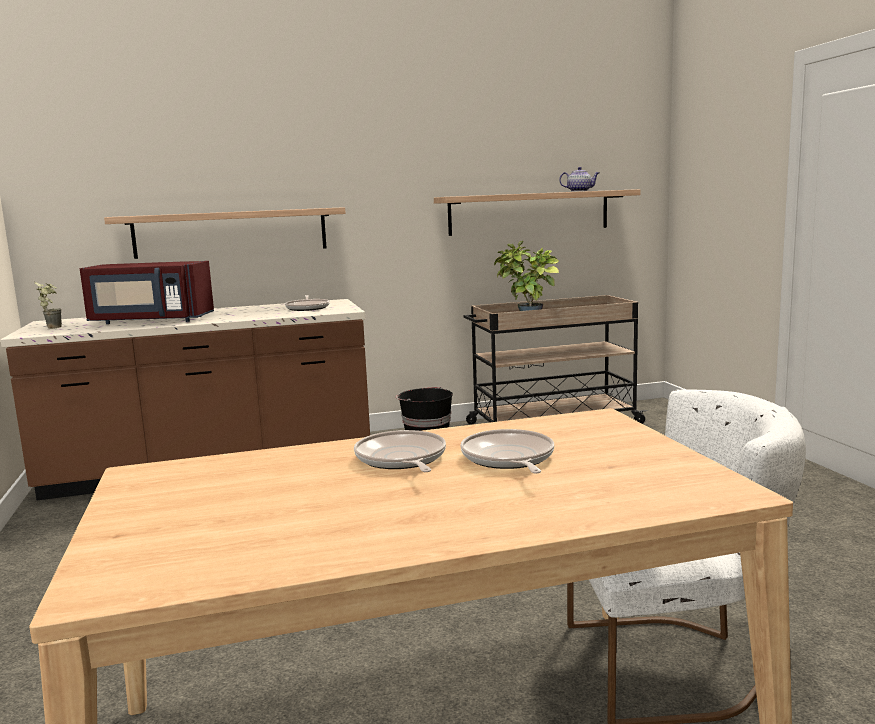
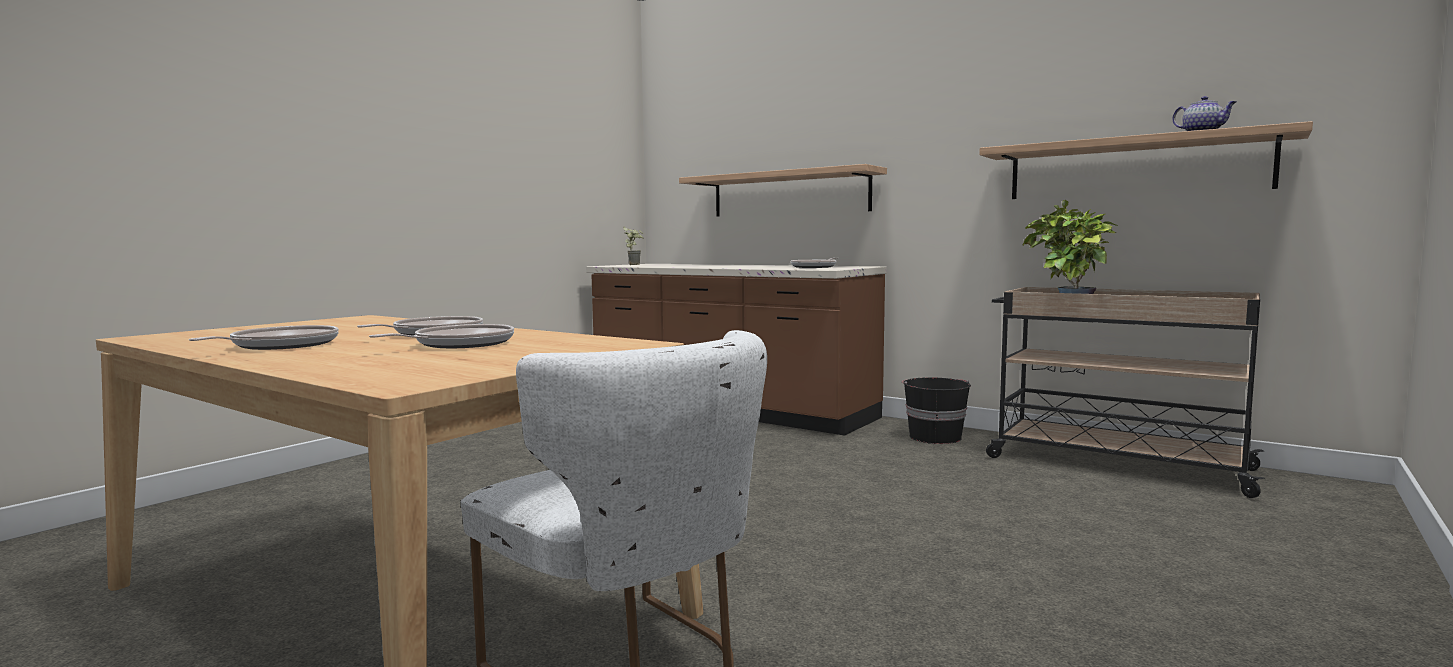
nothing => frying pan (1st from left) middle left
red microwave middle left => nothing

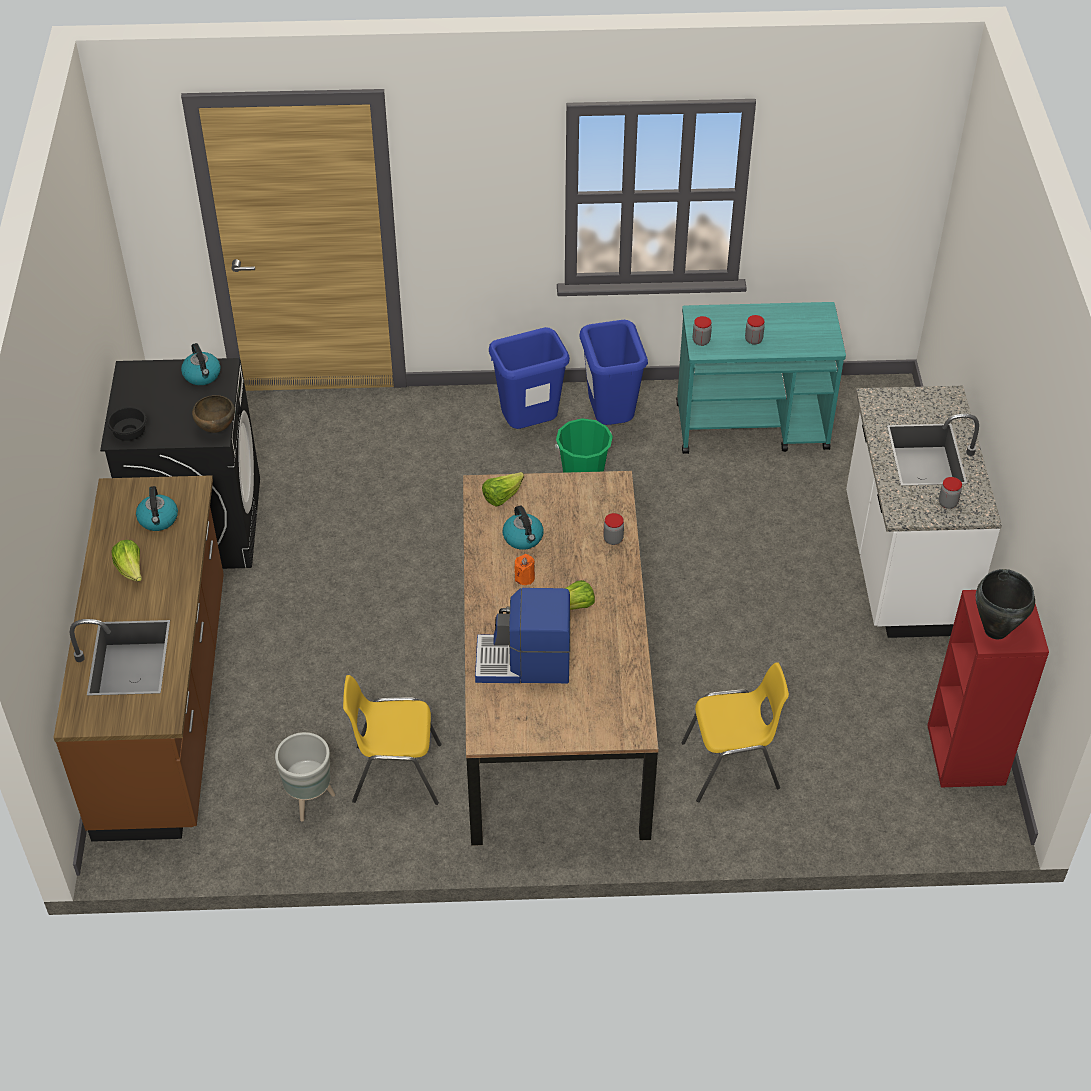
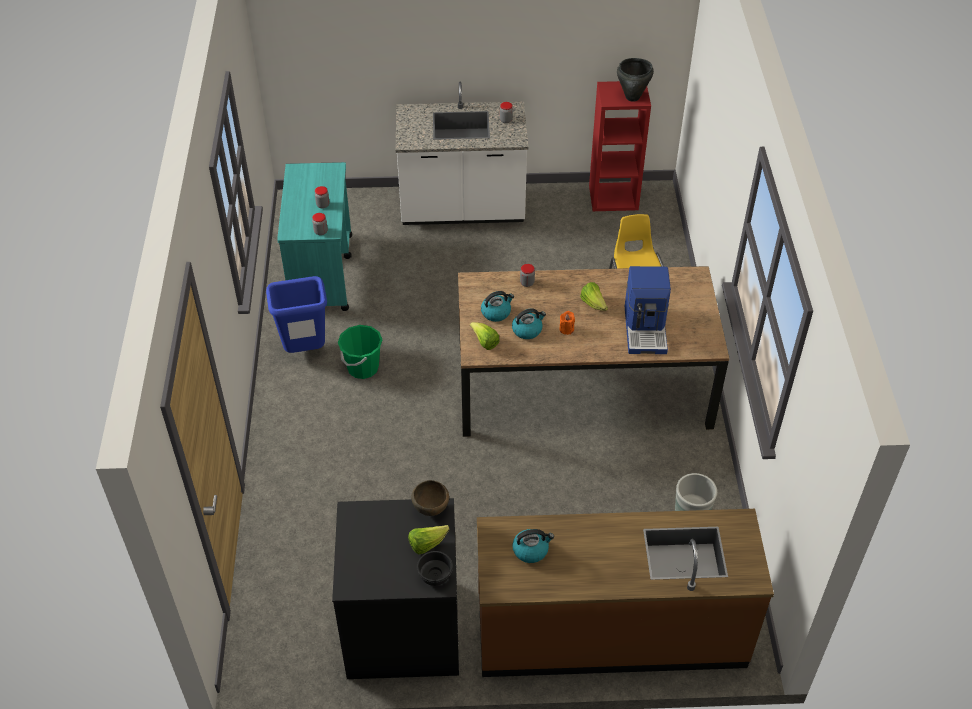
lettuce (1st from left) middle left => lettuce (1st from left) bottom centre, moved
kettle (2nd from left in the first image) middle left => kettle (1st from left) centre, moved
yellow chair (1st from left) bottom centre => nothing
blue trash can (1st from left) centre => nothing

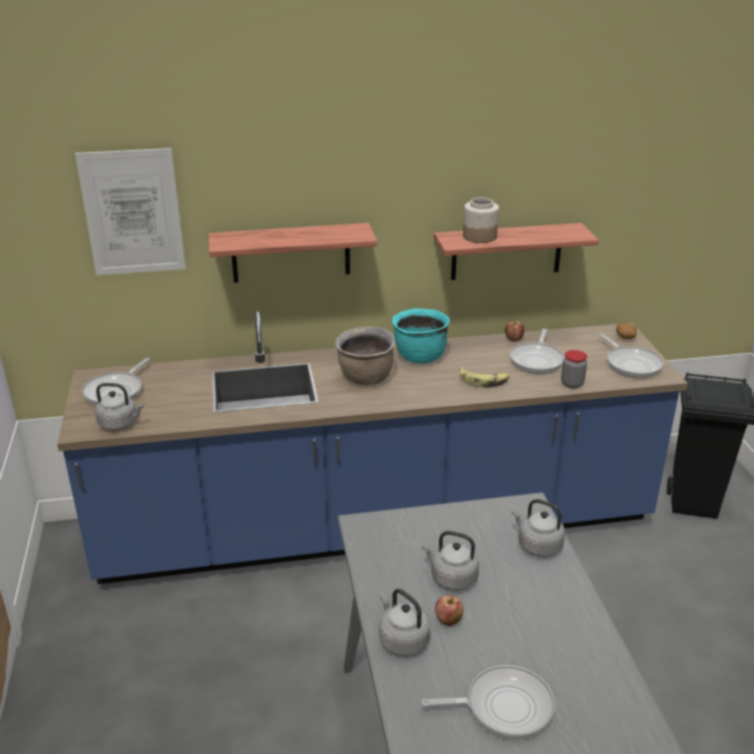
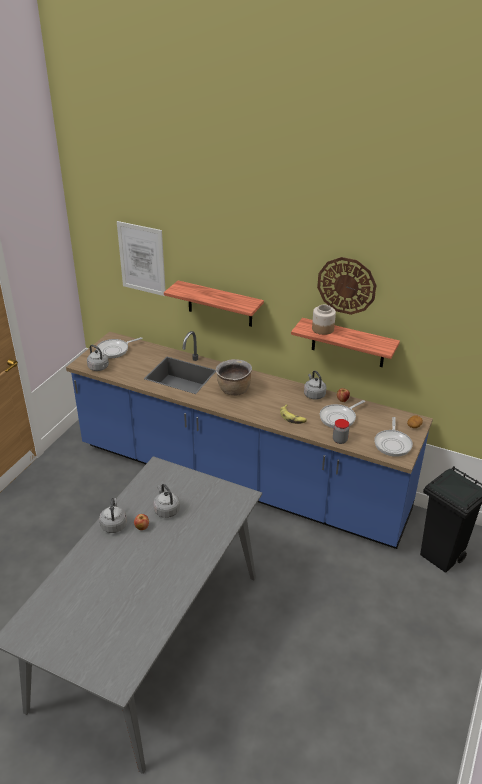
grey kettle (4th from left) bottom right => grey kettle (4th from left) centre, moved
nothing => wall clock middle right
turquoise cooking pot centre => nothing
frying pan (2nd from left) bottom centre => nothing

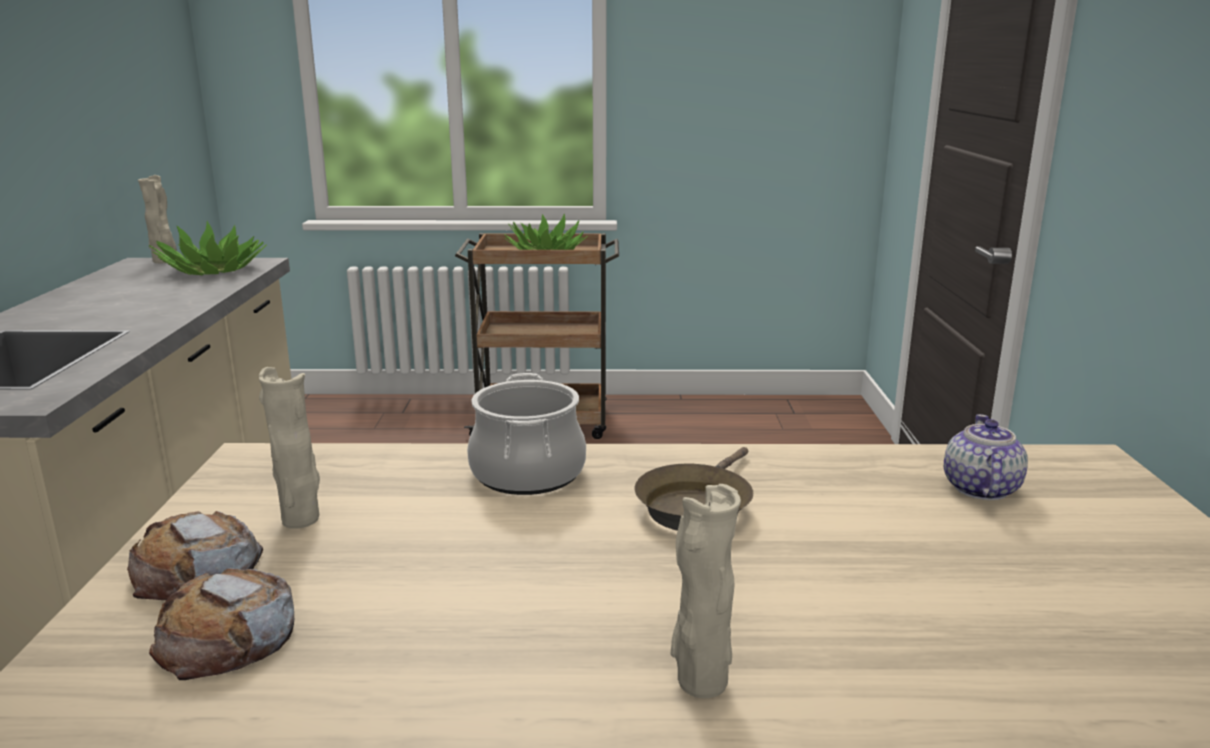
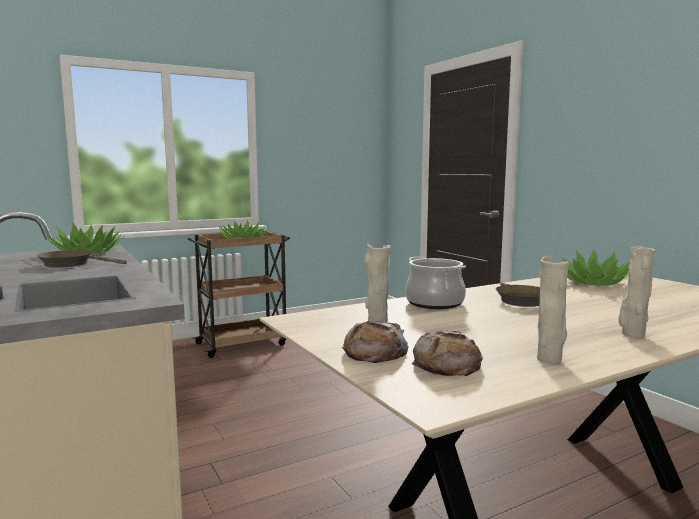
nothing => brown frying pan (1st from left) middle left
beige vase (1st from left in the first image) top left => beige vase (2nd from left) middle right, moved
teapot middle right => potted plant (3rd from left) middle right

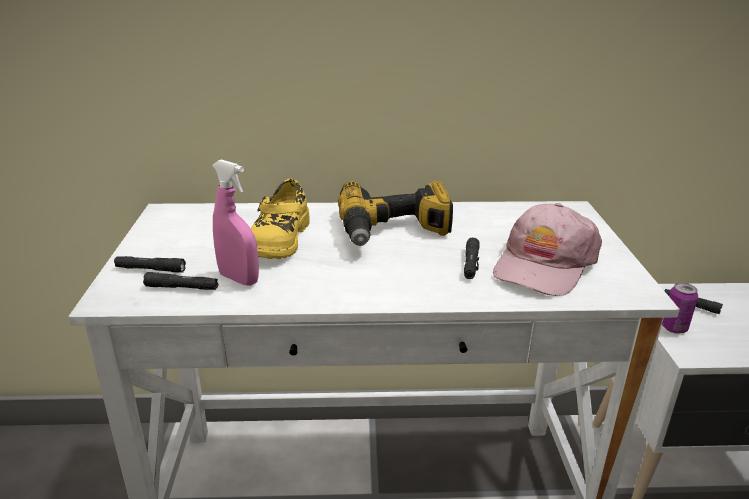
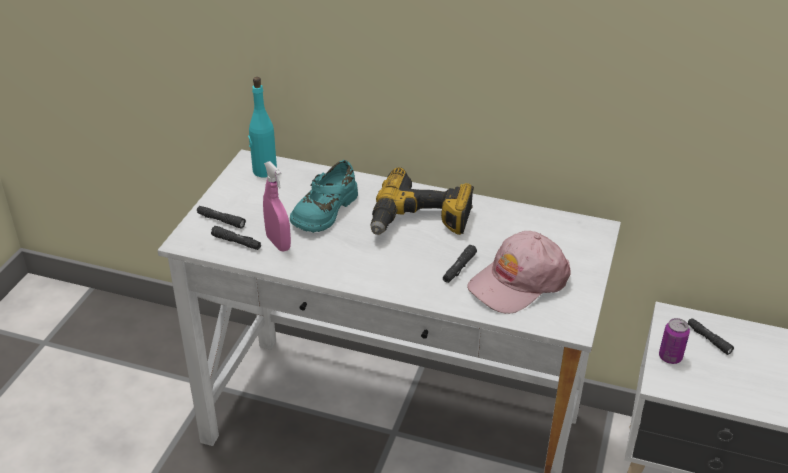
nothing => turquoise bottle top left
yellow shoe centre => turquoise shoe centre

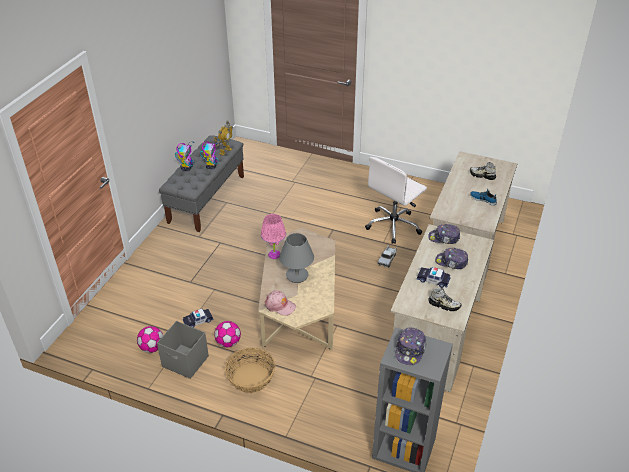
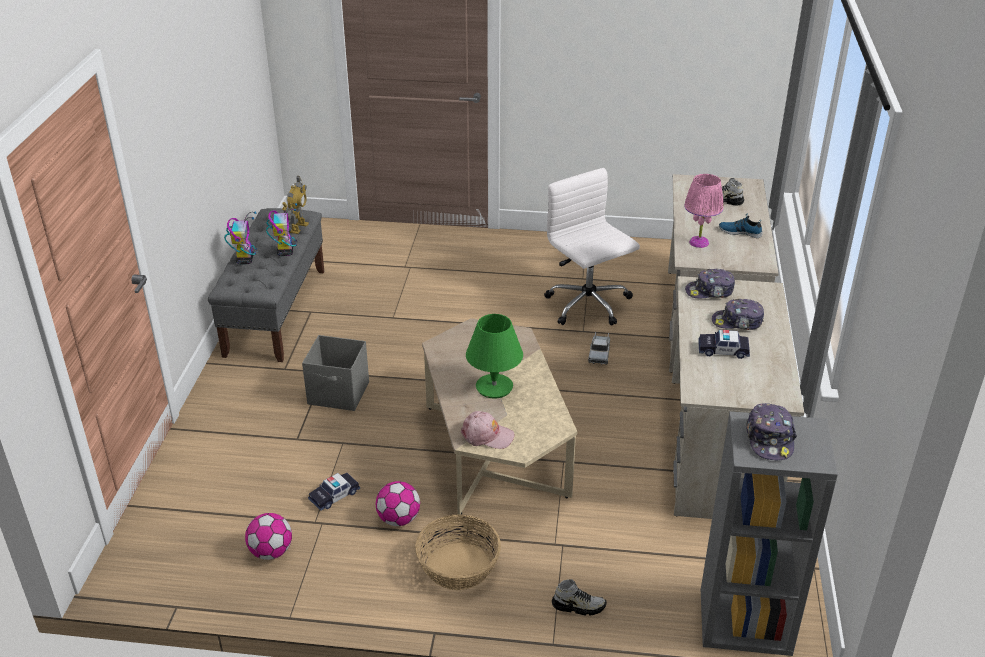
grey storage box bottom left => grey storage box centre, moved
grey table lamp centre => green table lamp centre
white office chair centre, 120 degrees clockwise
shoe (1st from left) middle right => shoe (1st from left) bottom centre, moved
pink table lamp centre => pink table lamp top right, moved

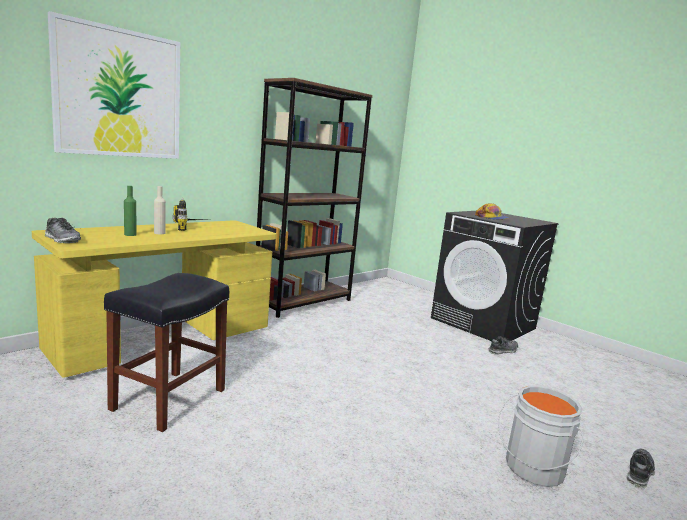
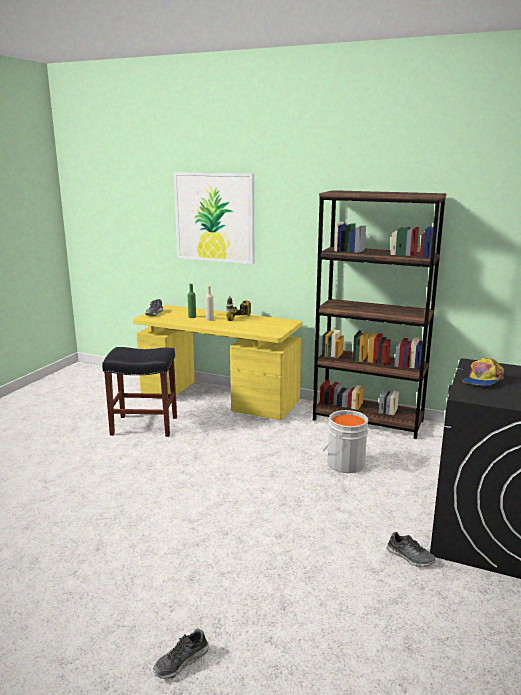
shoe (3rd from left in the first image) bottom right => shoe (2nd from left) bottom centre, 120 degrees clockwise
grey bucket bottom right => grey bucket centre, moved

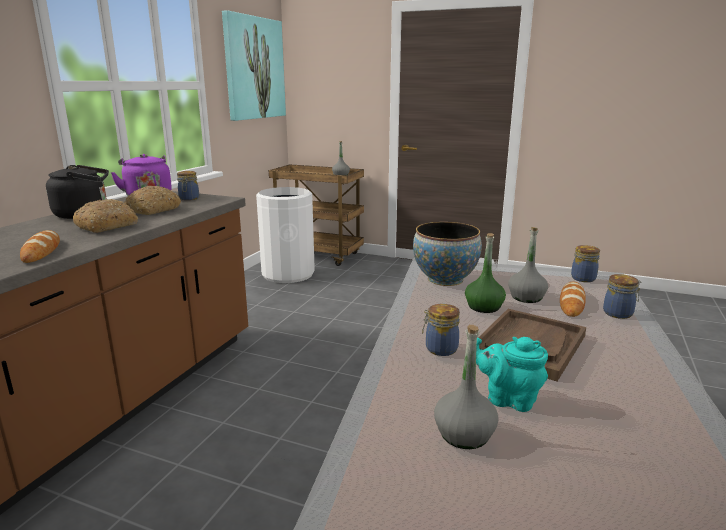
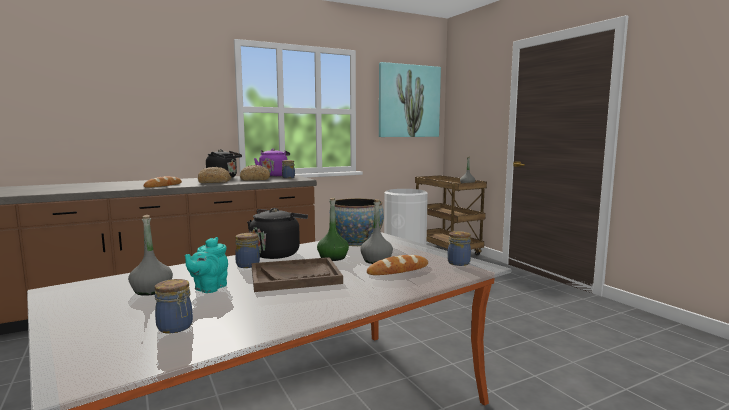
jar (4th from left in the first image) middle right => jar (1st from left) bottom left, moved
turquoise teapot bottom right => turquoise teapot middle left, 135 degrees counterclockwise
nothing => black kettle (2nd from left) centre

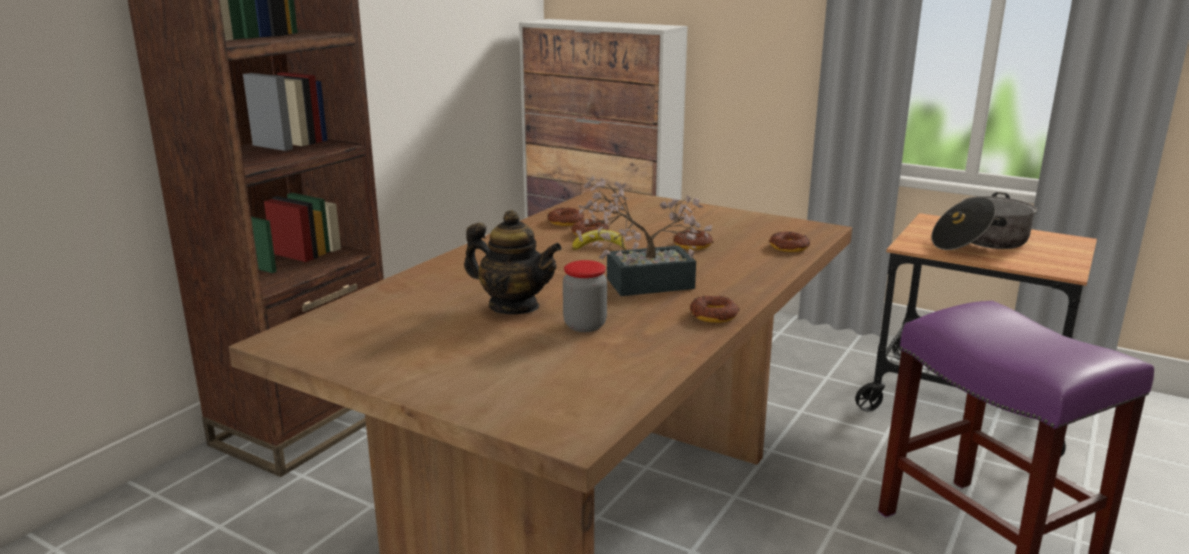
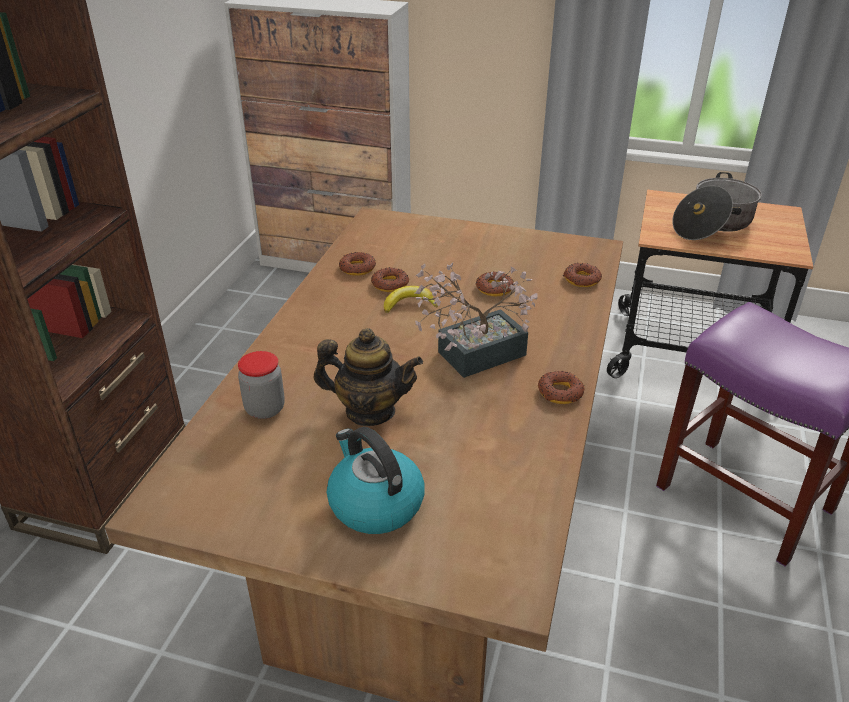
jar centre => jar middle left, moved
nothing => kettle bottom centre

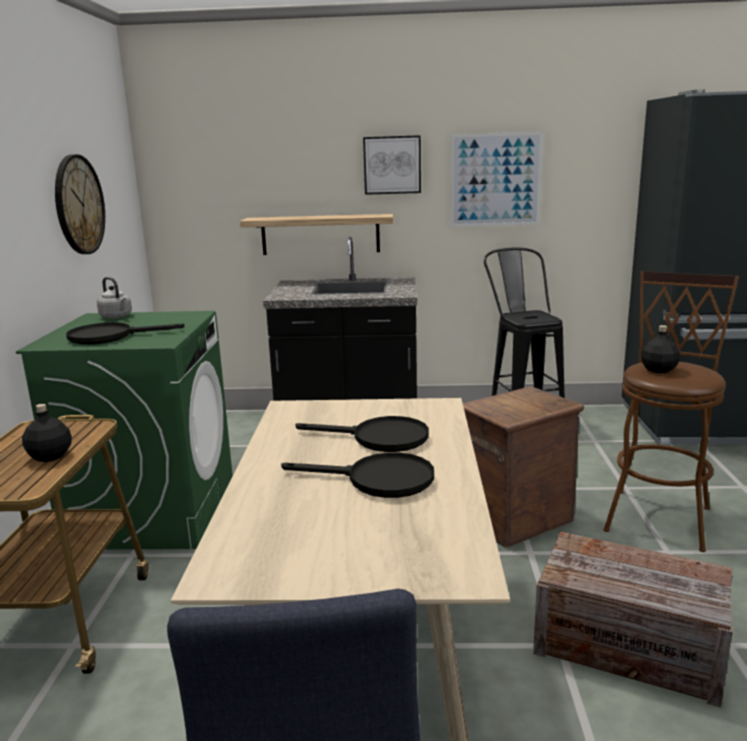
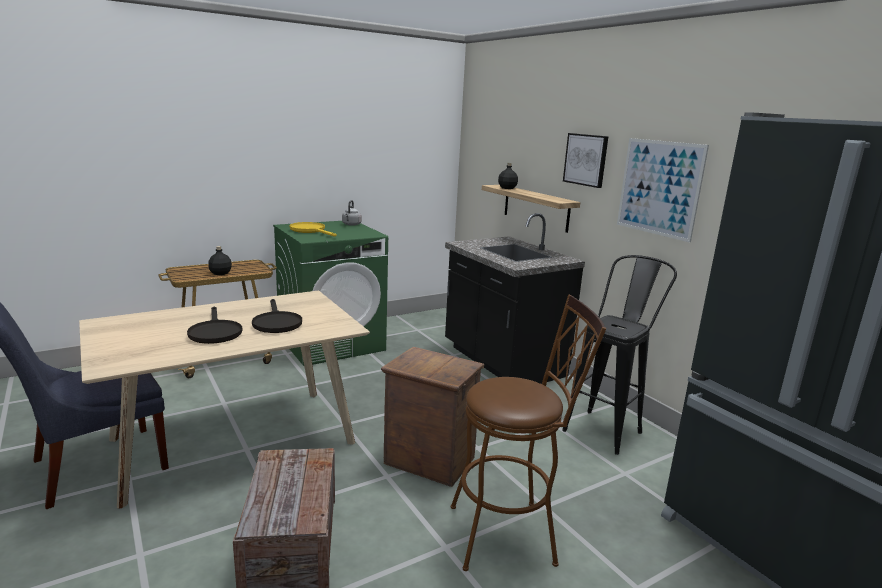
black frying pan (1st from left) middle left => yellow frying pan centre
black bottle (2nd from left) middle right => black bottle (2nd from left) top centre, moved
wall clock top left => nothing

